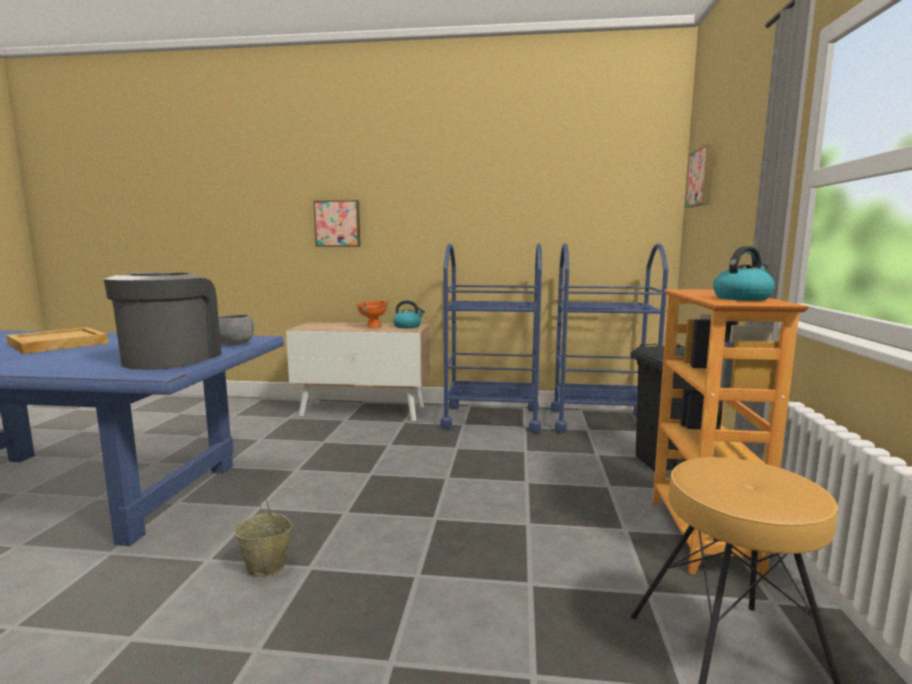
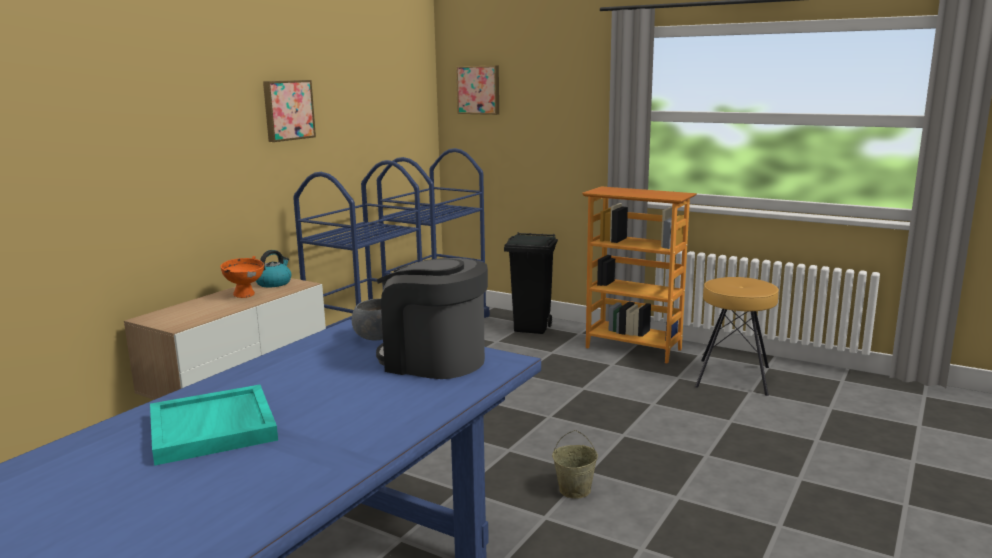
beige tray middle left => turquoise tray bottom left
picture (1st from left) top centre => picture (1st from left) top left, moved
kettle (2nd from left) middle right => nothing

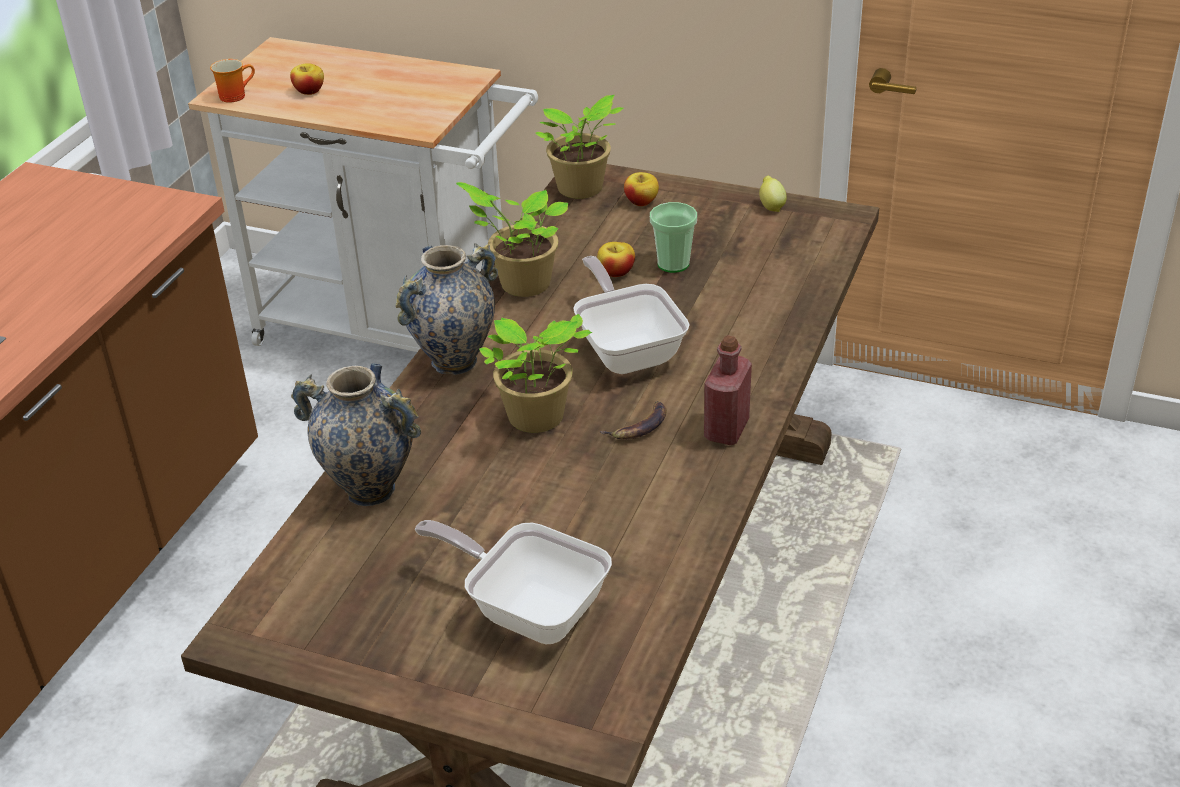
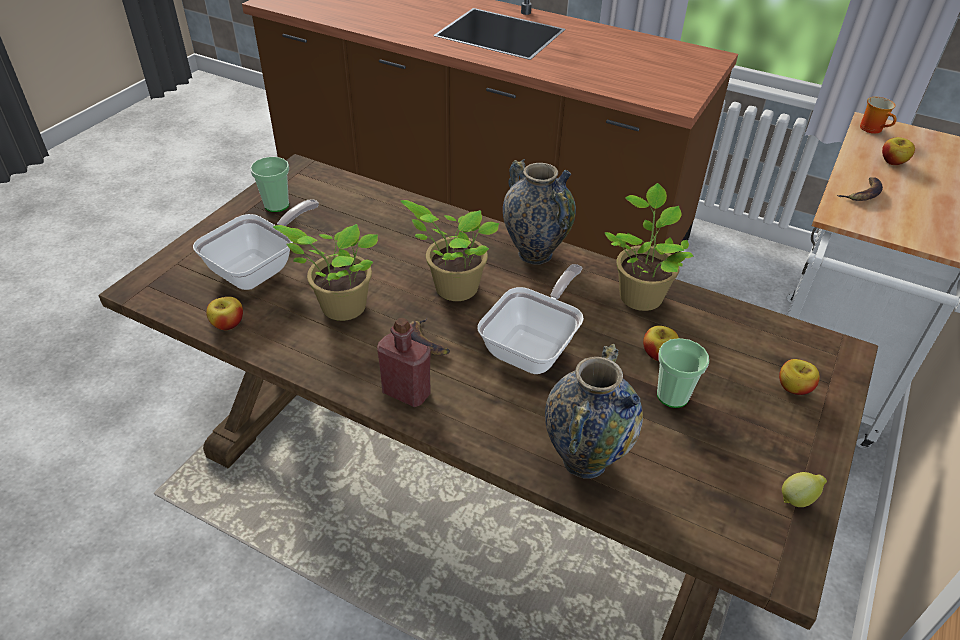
nothing => apple (1st from left) middle left
nothing => cup (1st from left) top left
potted plant (3rd from left in the first image) top centre => potted plant (1st from left) centre, moved
frying pan (2nd from left) centre, 45 degrees counterclockwise
vase (1st from left in the first image) middle left => vase (2nd from left) centre, moved
nothing => banana (2nd from left) top right

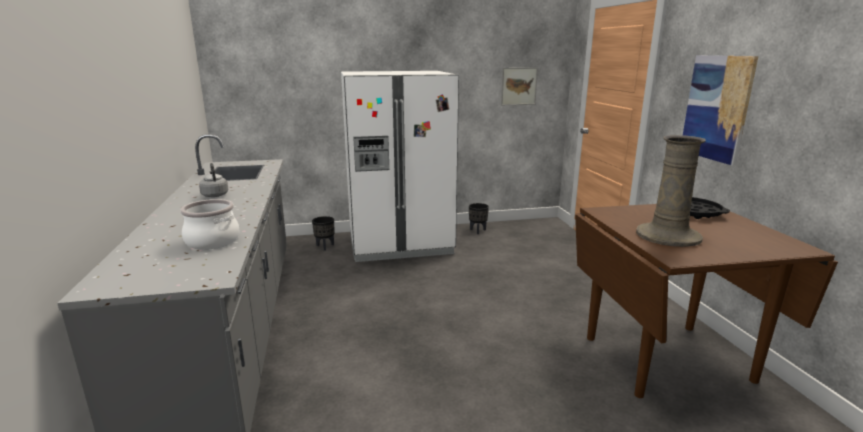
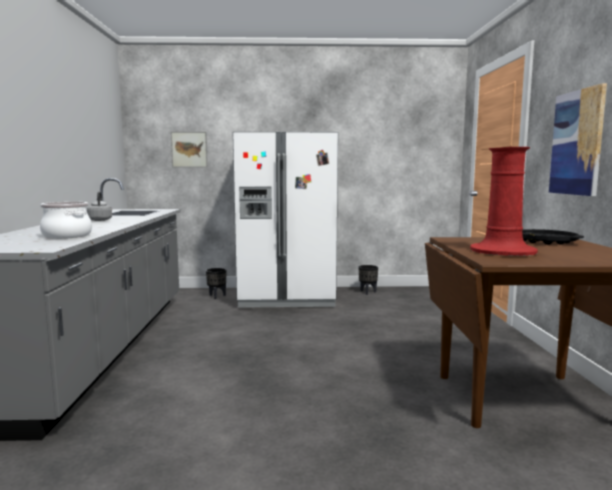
picture (1st from left) top centre => picture (1st from left) top left, moved
beige vase middle right => red vase middle right

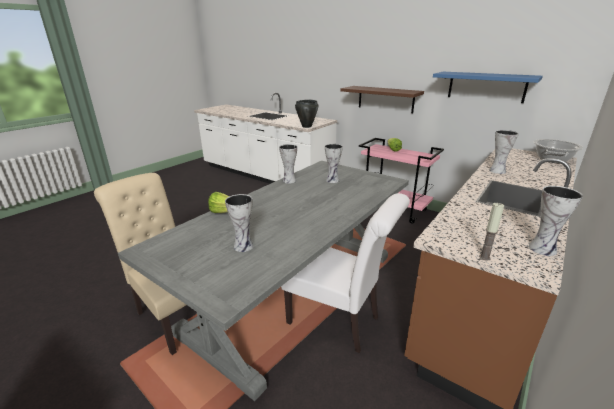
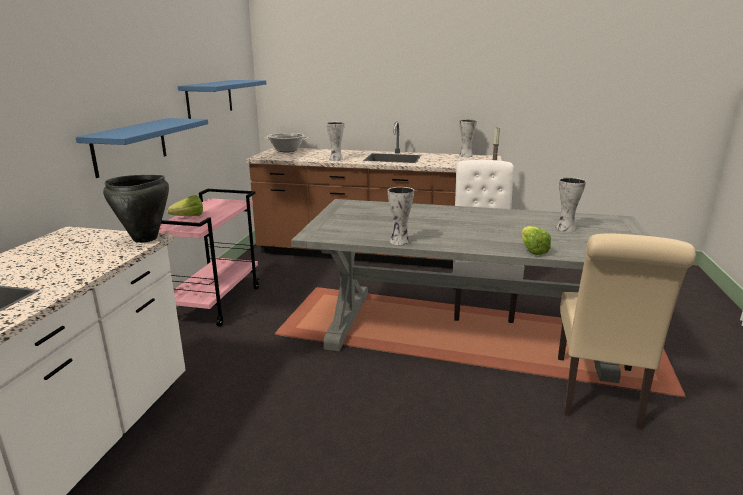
brown shelf top centre => blue shelf (1st from left) top left
vase (3rd from left) centre => nothing

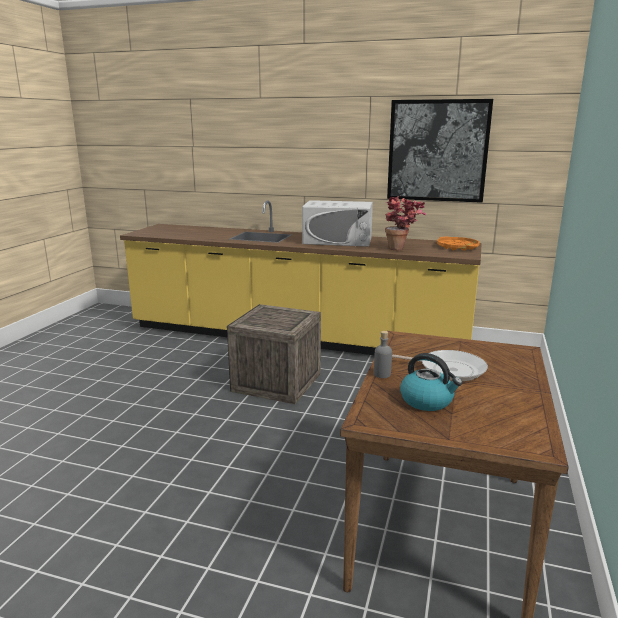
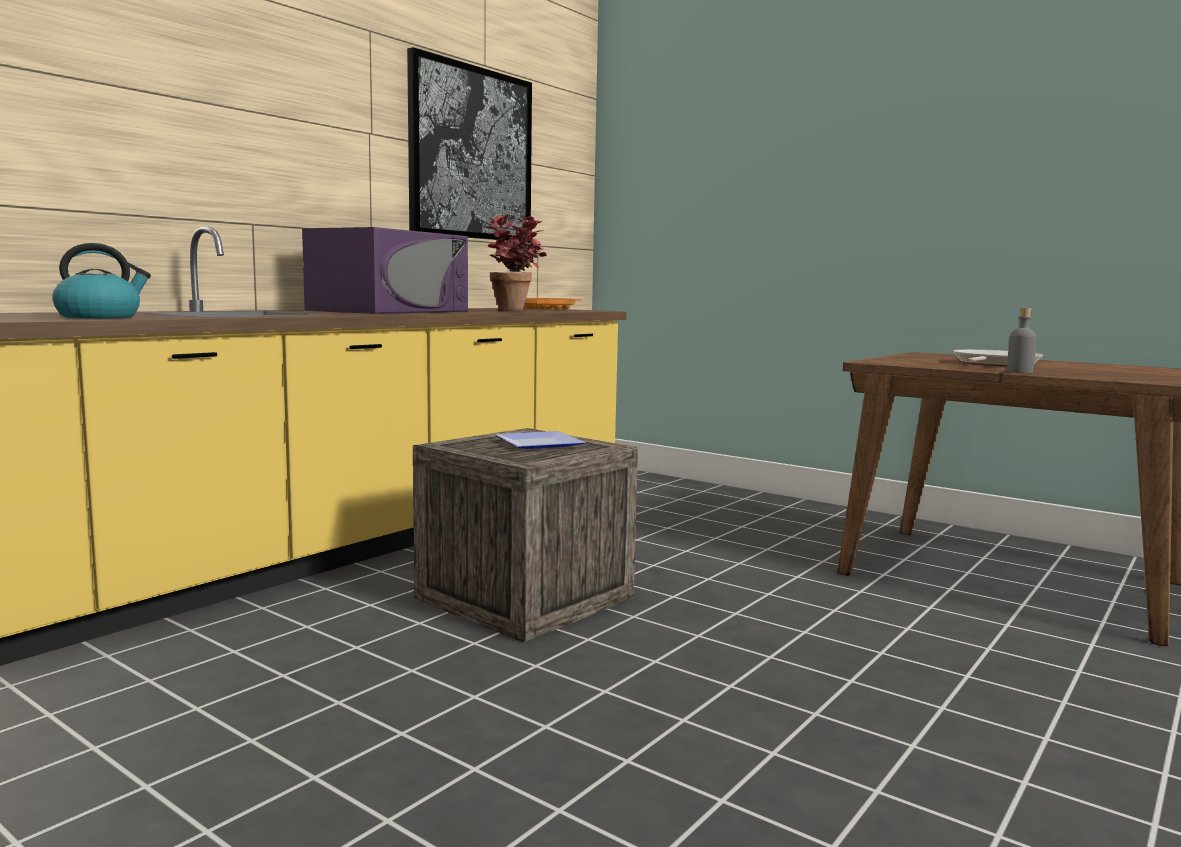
kettle middle right => kettle top left, moved
white microwave centre => purple microwave top left
nothing => plate centre

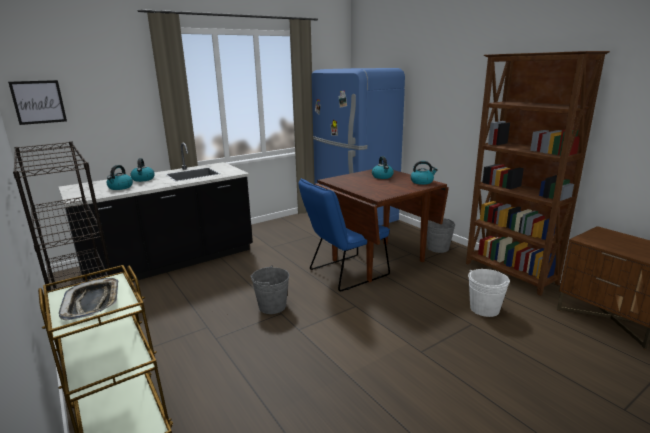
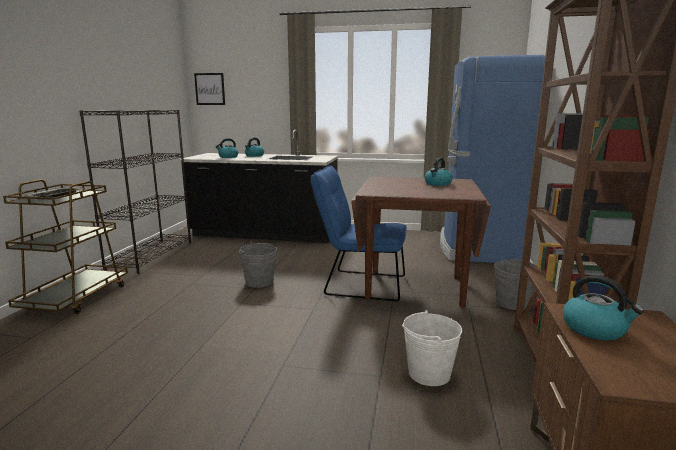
kettle (4th from left) centre => kettle (4th from left) bottom right, moved

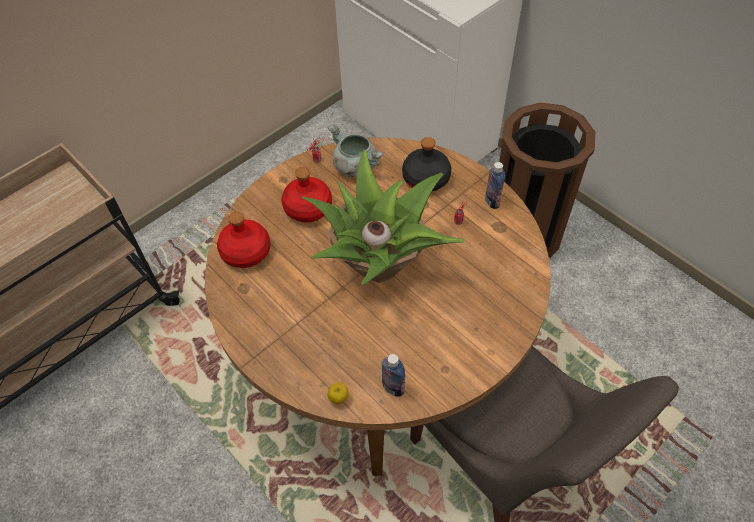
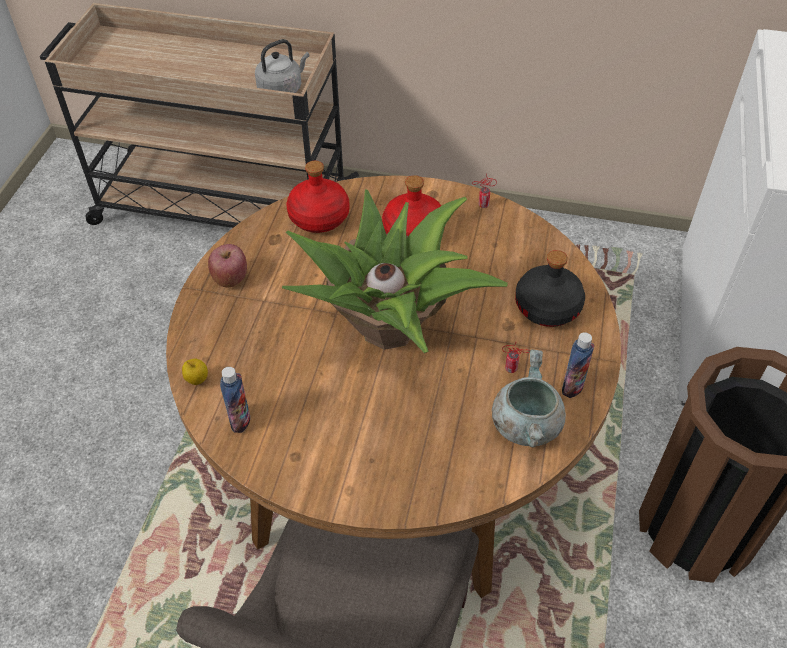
nothing => apple (2nd from left) middle left
nothing => grey kettle top centre
grey cooking pot top centre => grey cooking pot middle right, moved

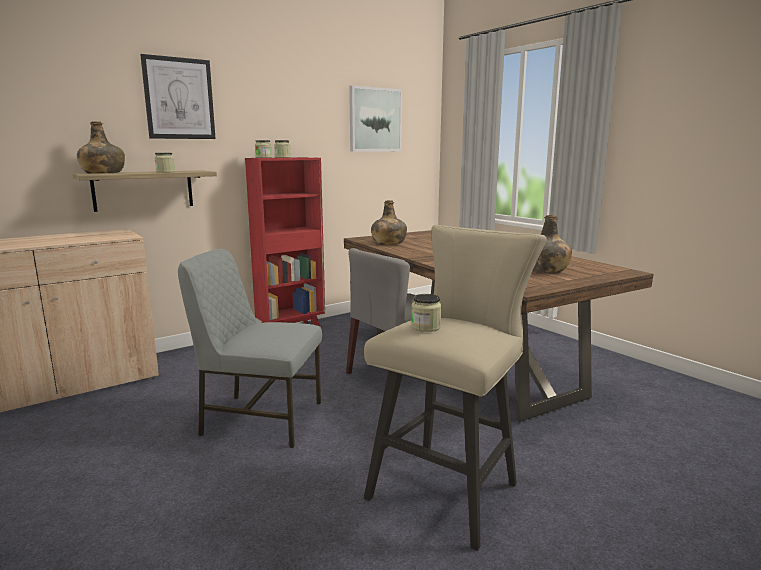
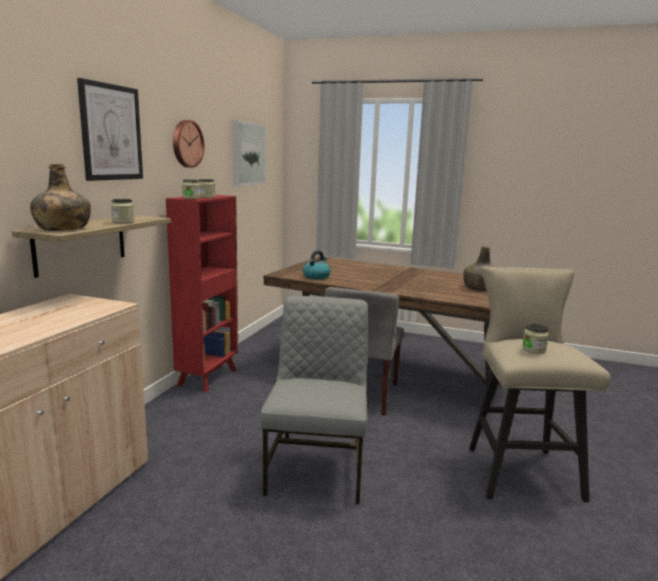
nothing => wall clock top left
grey chair (1st from left) middle left => grey chair (1st from left) bottom centre, 120 degrees clockwise
green bottle (2nd from left) centre => kettle centre

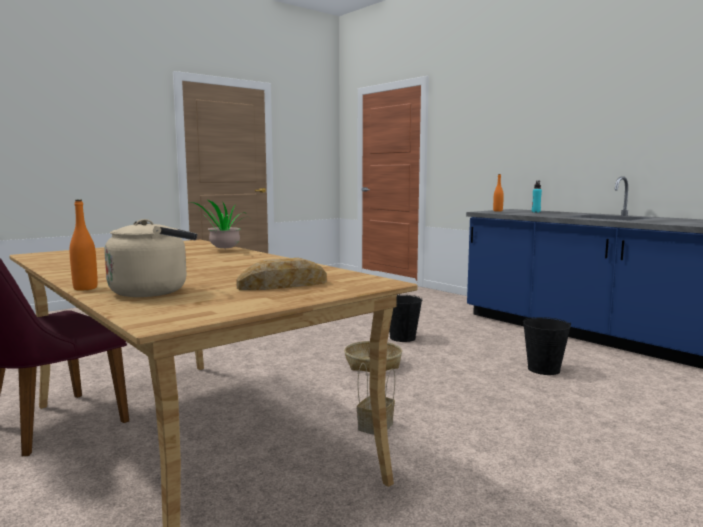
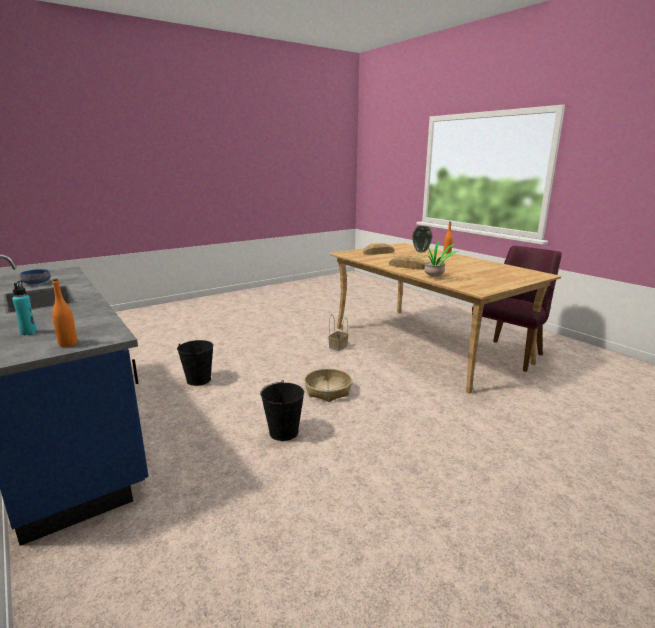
nothing => blue bowl middle left
nothing => bread (2nd from left) centre
beige kettle middle left => vase centre

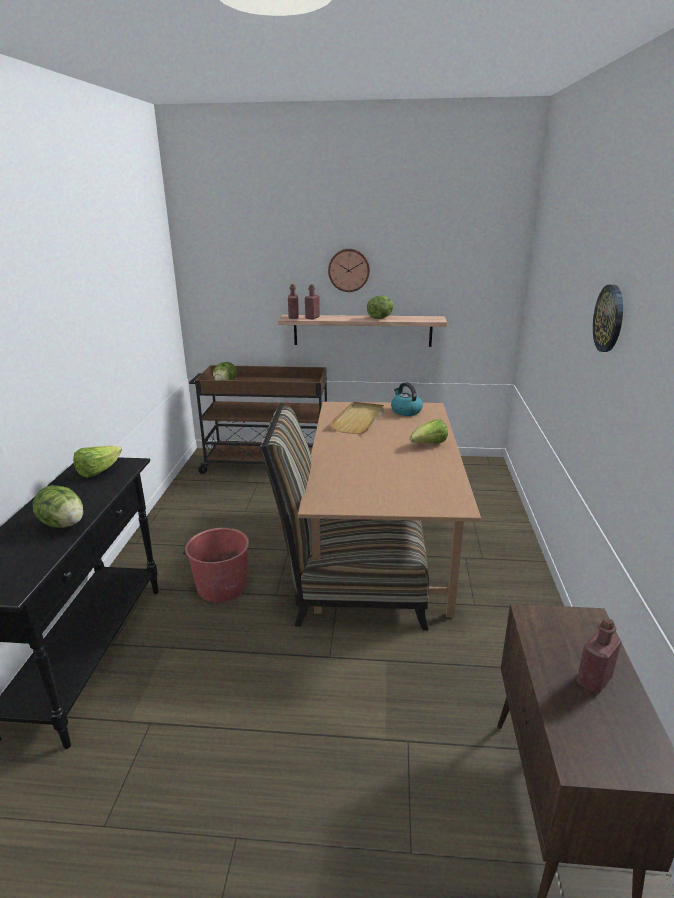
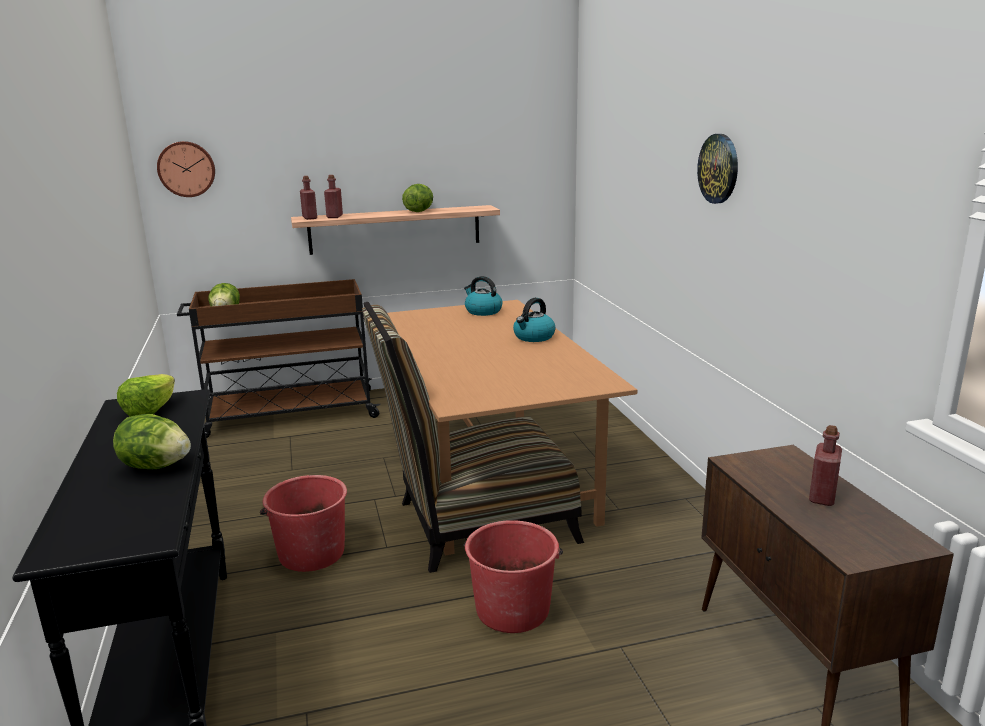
wall clock (1st from left) top centre => wall clock (1st from left) top left, moved
nothing => red bucket (2nd from left) bottom centre
lettuce (5th from left) centre => kettle (2nd from left) centre
beige tray centre => nothing

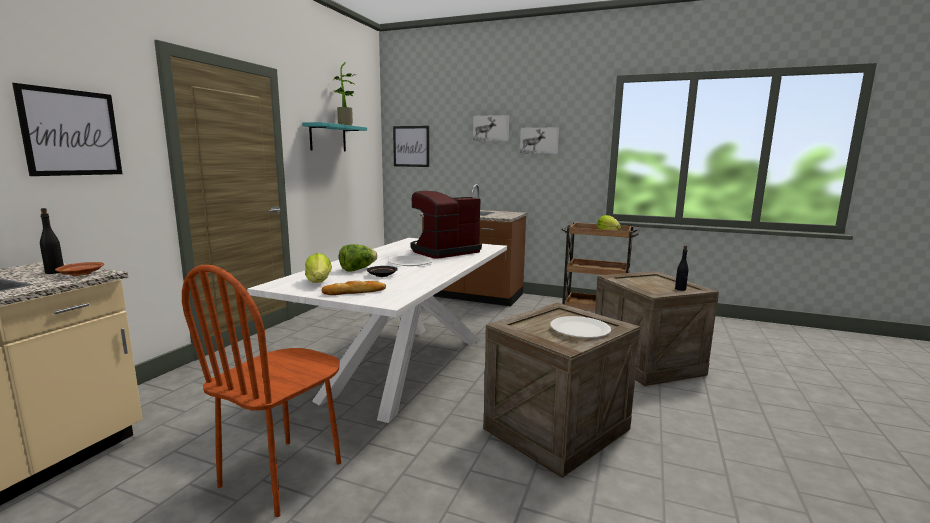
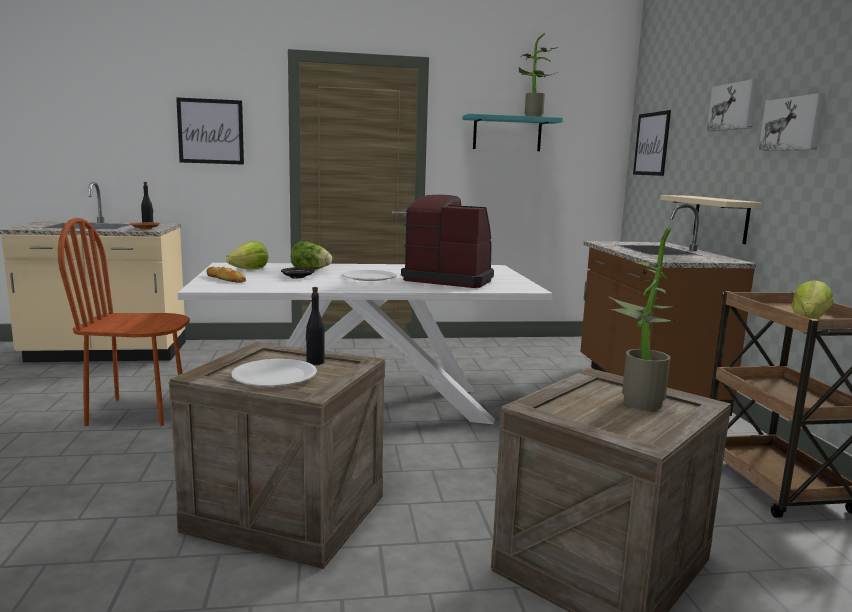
black bottle (2nd from left) middle right => black bottle (2nd from left) centre, moved
nothing => potted plant (2nd from left) middle right
nothing => beige shelf middle right

